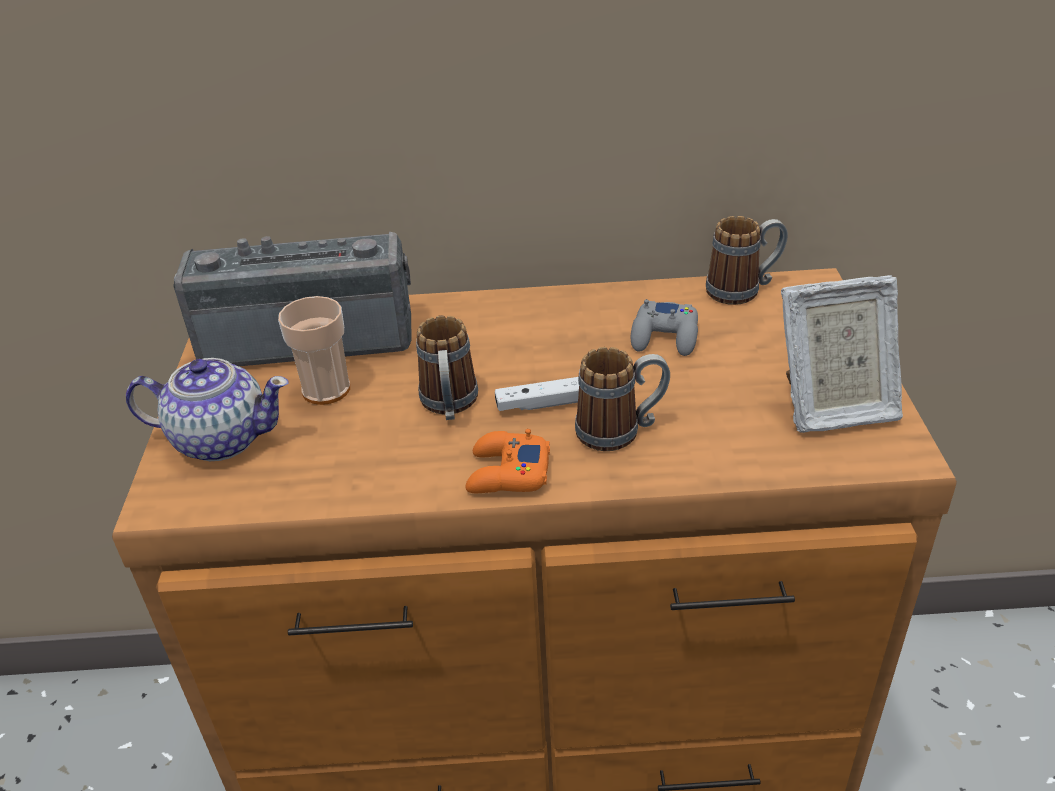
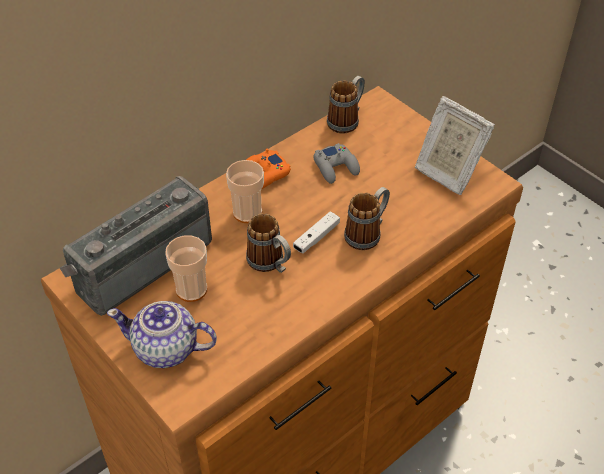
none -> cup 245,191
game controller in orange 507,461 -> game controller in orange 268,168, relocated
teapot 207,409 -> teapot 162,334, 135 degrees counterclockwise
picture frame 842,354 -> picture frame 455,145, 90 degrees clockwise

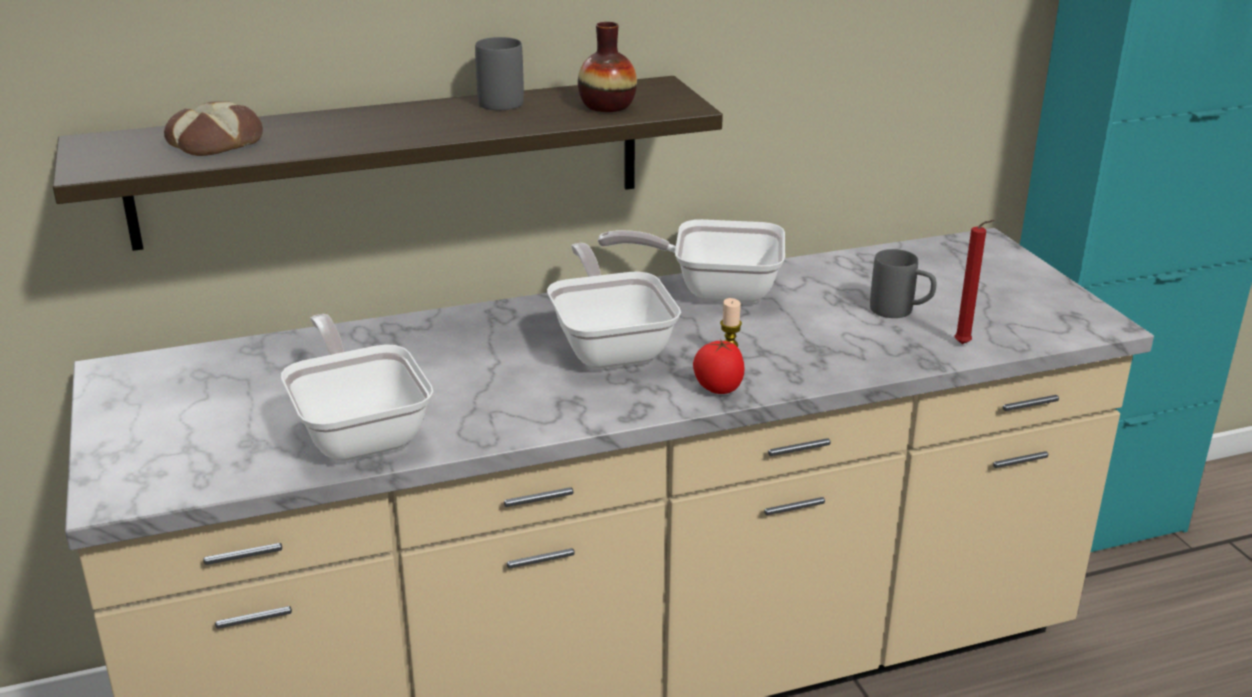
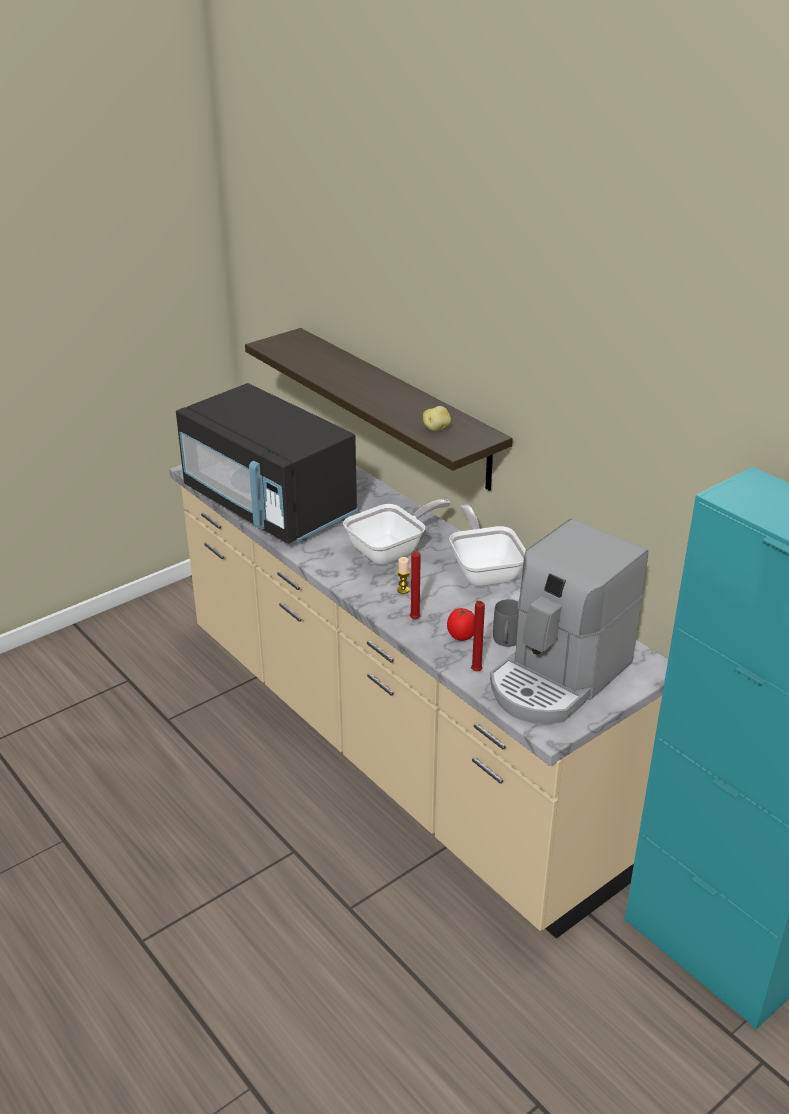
bread 213,128 -> none
mug in grey 499,73 -> none
none -> candle in red 417,582
none -> coffee machine 569,621
tomato 719,366 -> tomato 460,624, relocated
frying pan 357,387 -> microwave in black 267,463
vase 607,67 -> potato 437,418

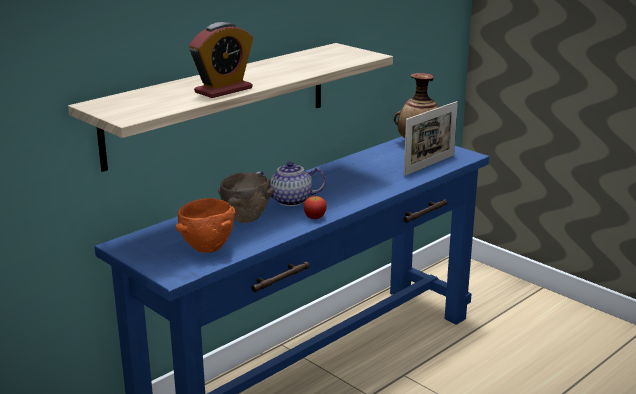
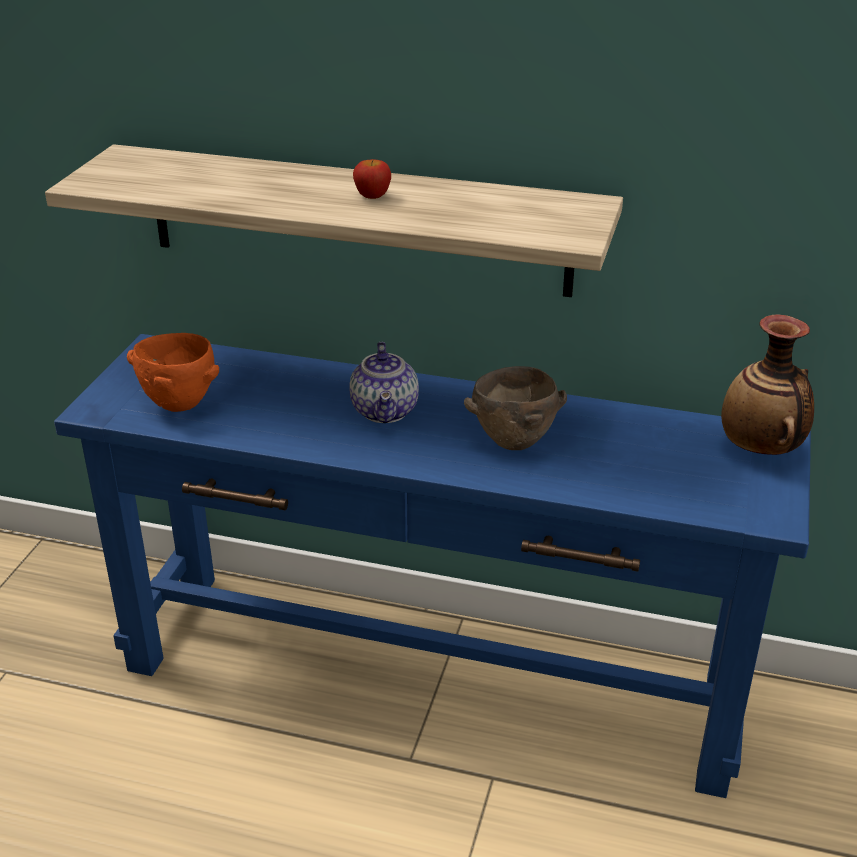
alarm clock 221,60 -> none
picture frame 431,138 -> none
bowl in brown 246,197 -> bowl in brown 515,408, relocated
apple 315,207 -> apple 372,179, relocated
teapot 291,184 -> teapot 384,382, 150 degrees counterclockwise

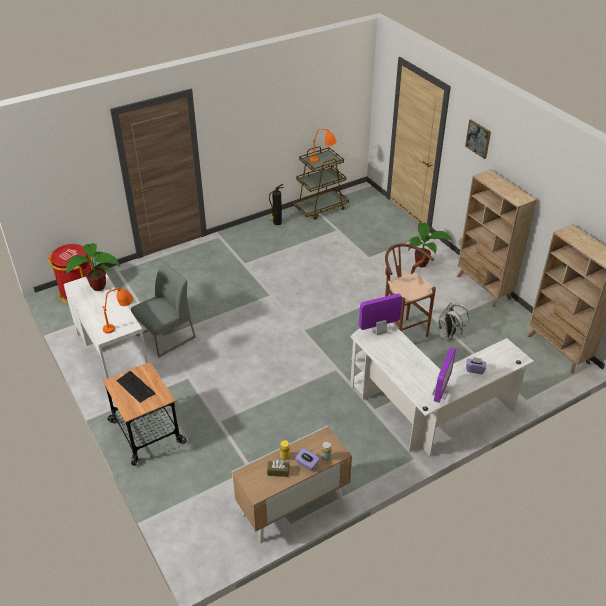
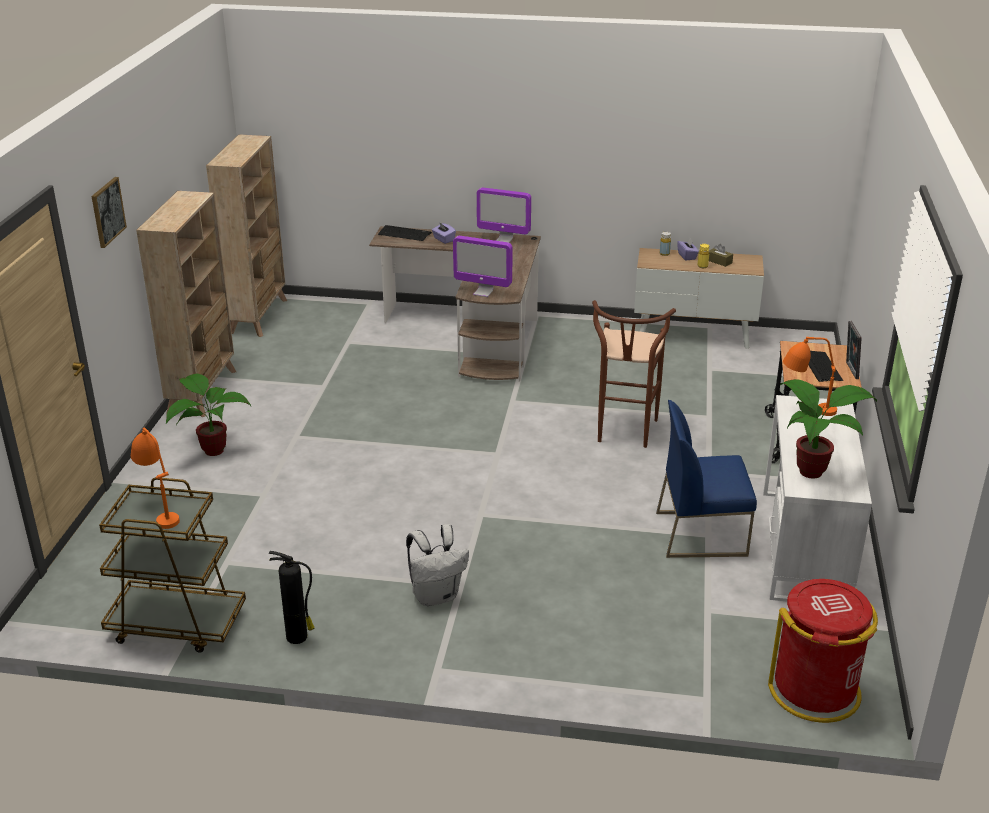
none -> keyboard 405,233
none -> picture frame 854,350
stool in brown 410,290 -> stool in brown 634,374, relocated
backpack in white 453,321 -> backpack in white 437,565, relocated
chair in grey 163,309 -> chair in blue 706,479
desk in white 442,389 -> desk in brown 455,303
monitor 444,375 -> monitor 503,215, 135 degrees counterclockwise

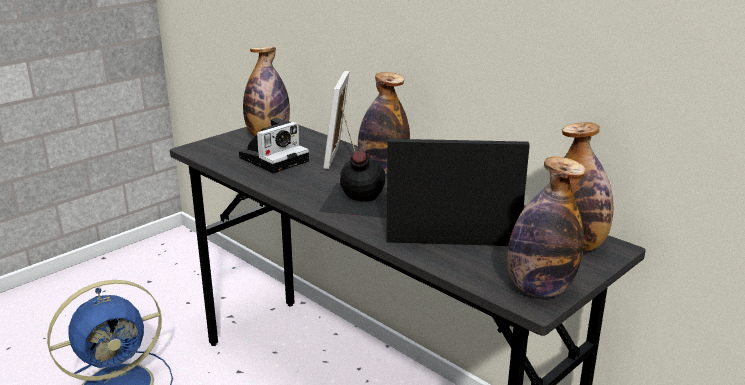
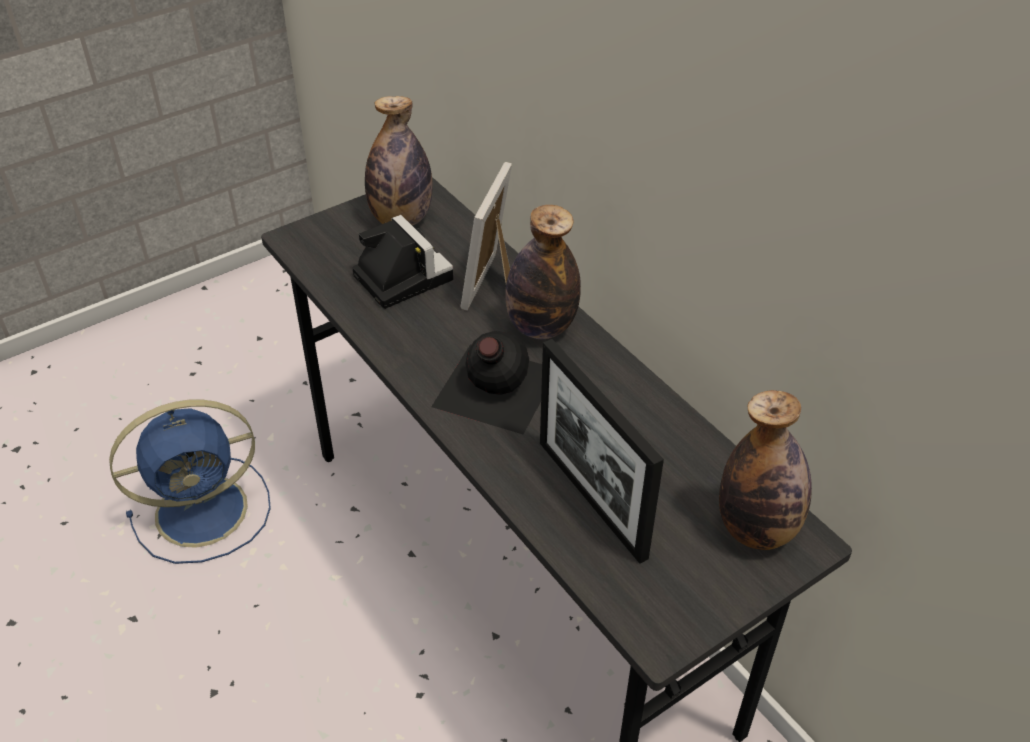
bottle 546,227 -> none
photo camera 274,146 -> photo camera 403,262, 90 degrees counterclockwise
picture frame 458,192 -> picture frame 602,451, 135 degrees counterclockwise

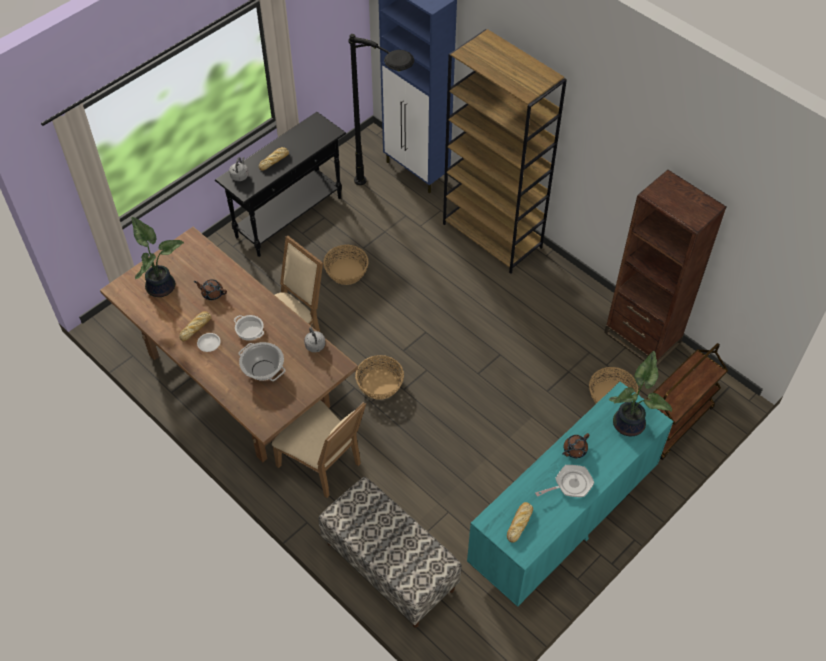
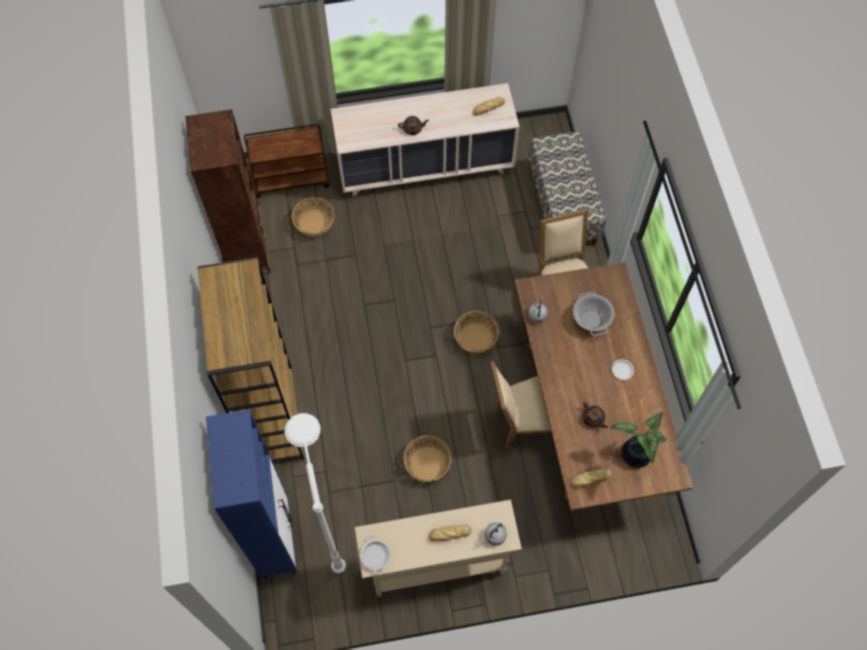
frying pan 564,481 -> none
potted plant 640,393 -> none
bread 195,326 -> bread 591,478, relocated
cooking pot 249,328 -> cooking pot 375,555, relocated
console table in black 280,184 -> console table in beige 438,548
floor lamp in black 381,109 -> floor lamp in white 315,493
dresser in turquoise 570,494 -> dresser in beige 425,139

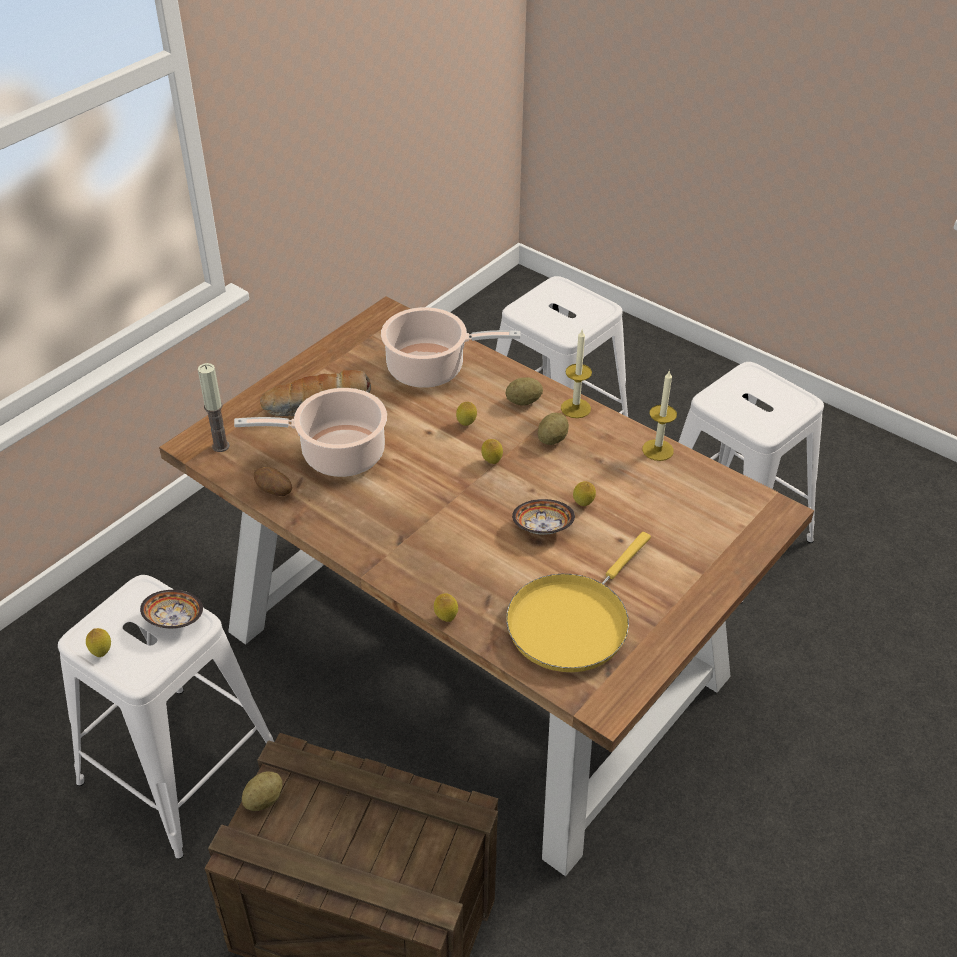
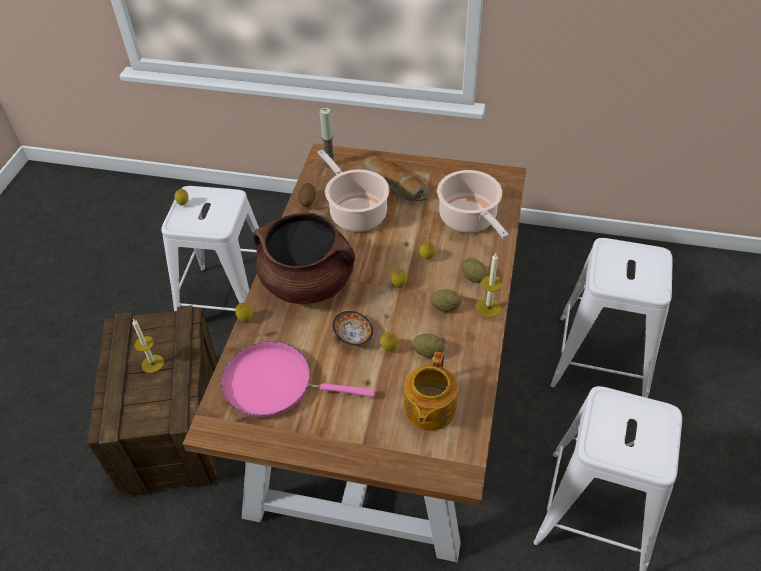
bowl 171,609 -> none
none -> cooking pot in brown 304,258
none -> teapot 431,390
potato 262,791 -> potato 428,346, relocated
candle 659,415 -> candle 148,346, relocated
frying pan in yellow 578,602 -> frying pan in pink 298,379

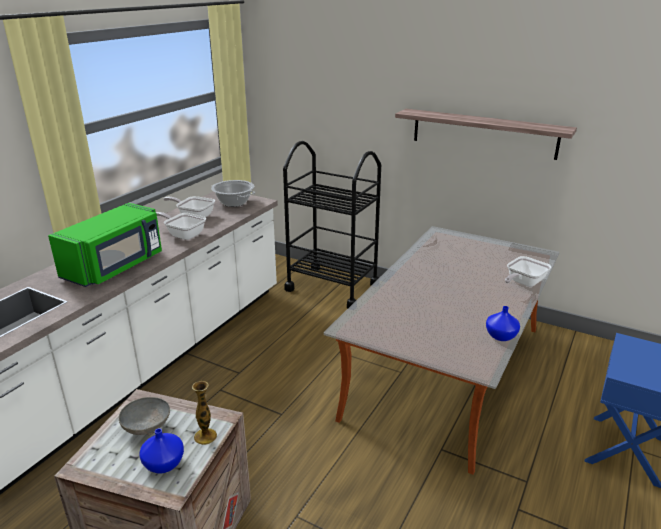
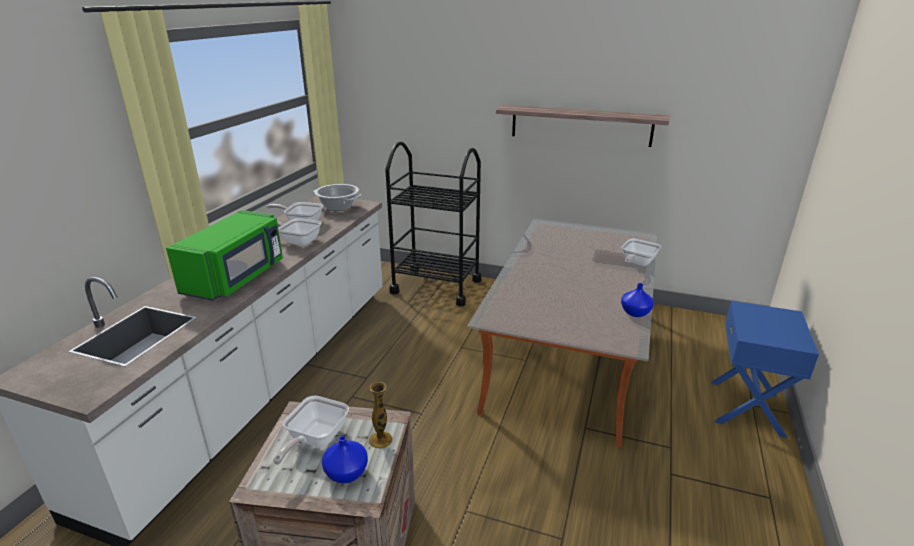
bowl in grey 144,416 -> frying pan 311,430

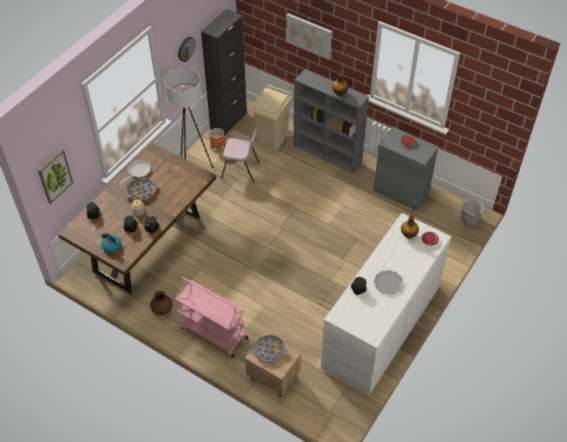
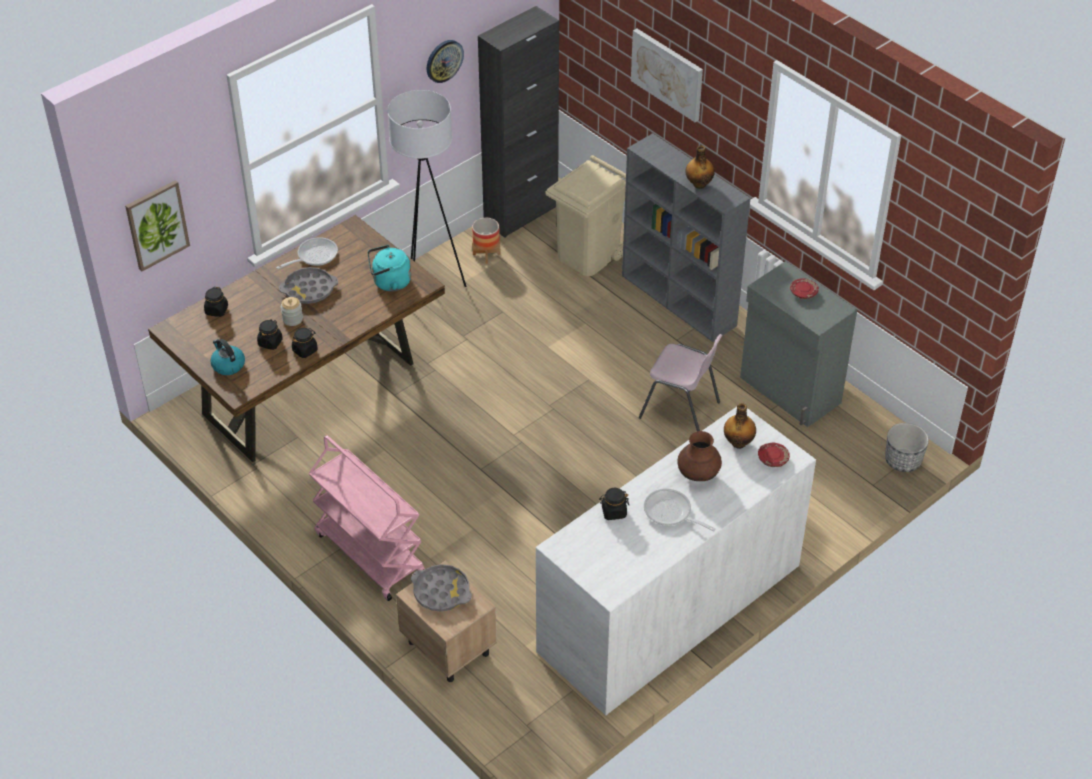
none -> kettle in turquoise 389,268
vase in brown 161,303 -> vase in brown 700,456, relocated
chair in pink 240,156 -> chair in pink 681,382, relocated
plate 389,282 -> frying pan 680,510

